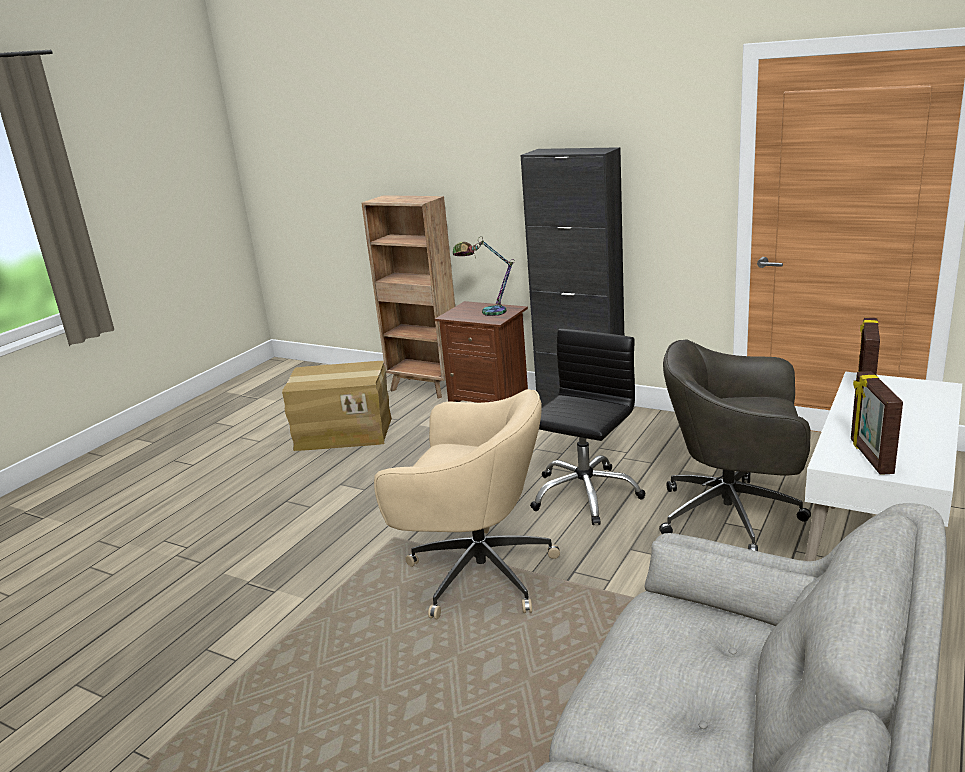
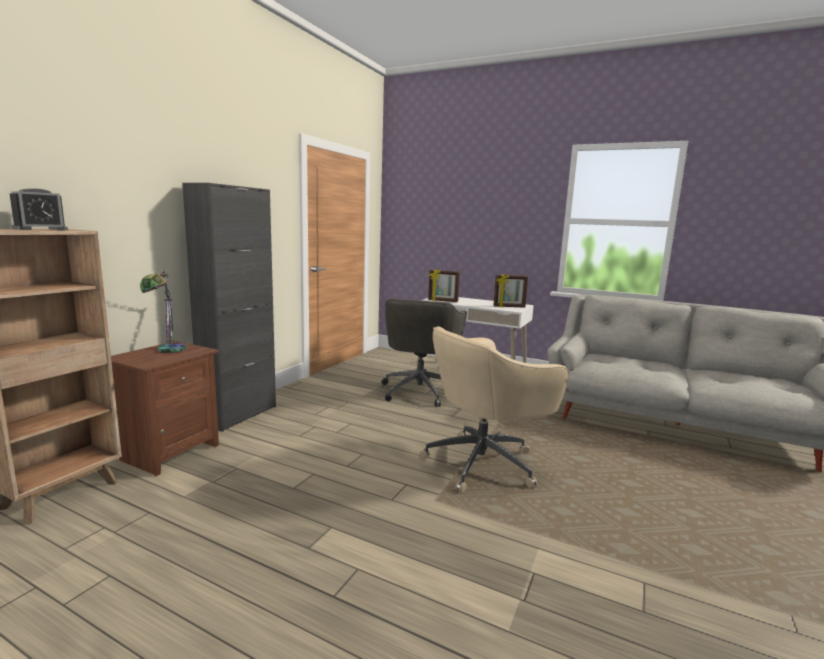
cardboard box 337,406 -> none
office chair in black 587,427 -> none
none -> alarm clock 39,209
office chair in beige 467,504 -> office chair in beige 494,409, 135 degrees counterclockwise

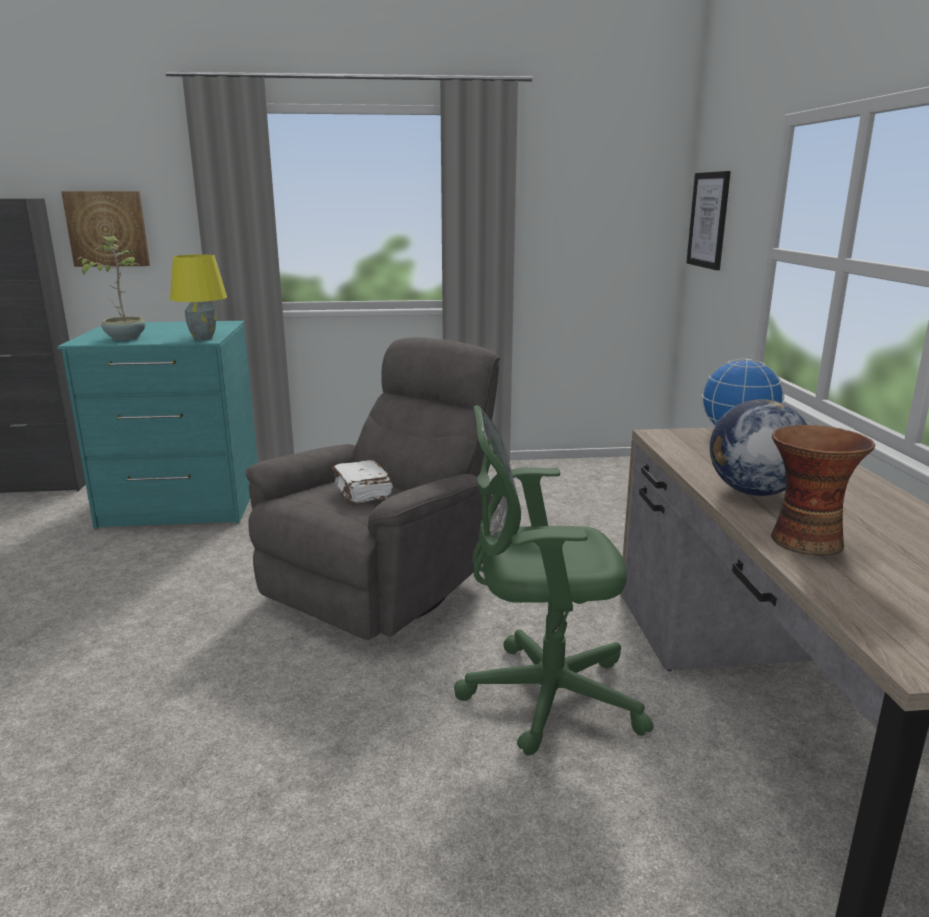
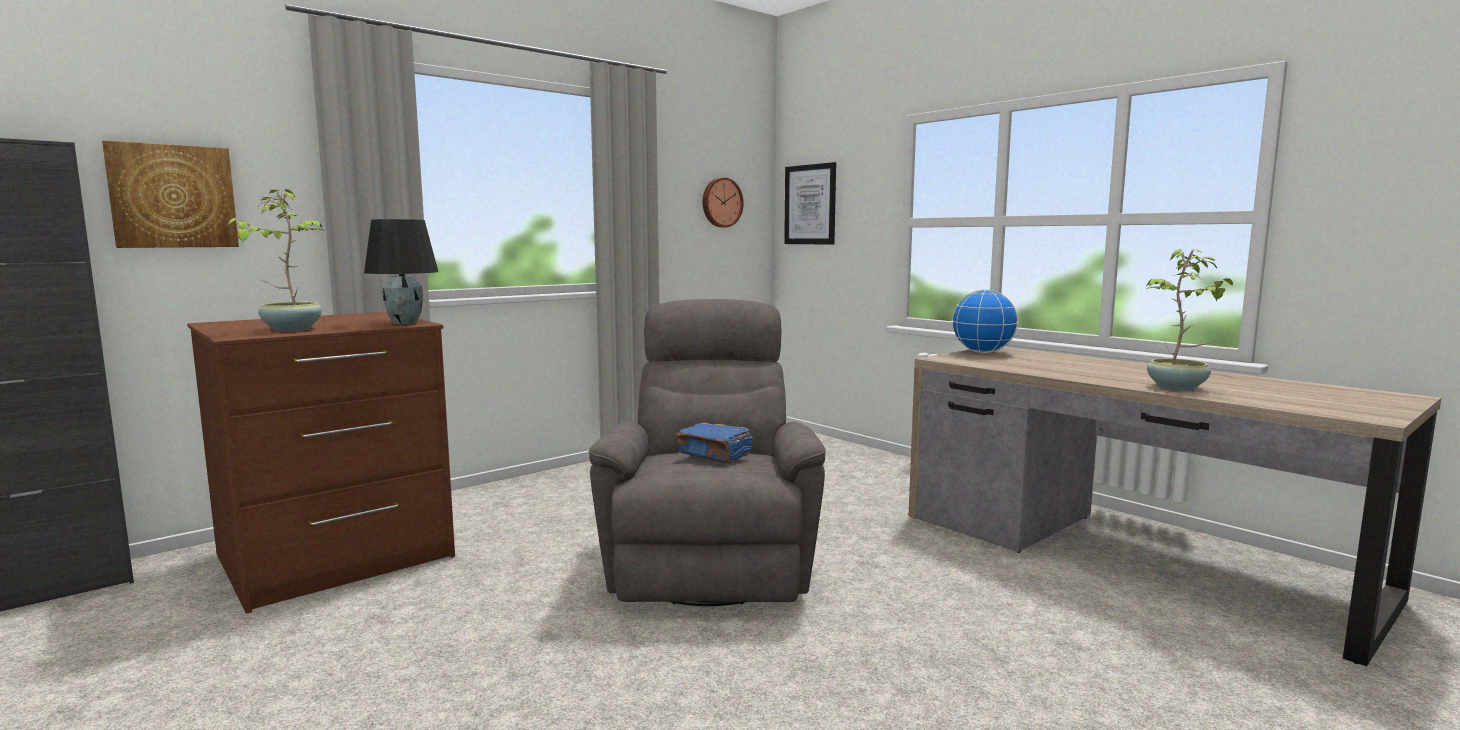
office chair in green 553,580 -> none
globe 758,447 -> none
none -> wall clock 723,202
vase 823,490 -> potted plant 1189,319
dresser in turquoise 157,425 -> dresser in brown 321,463
table lamp in yellow 198,297 -> table lamp in black 401,271
book in white 362,482 -> book in blue 714,443

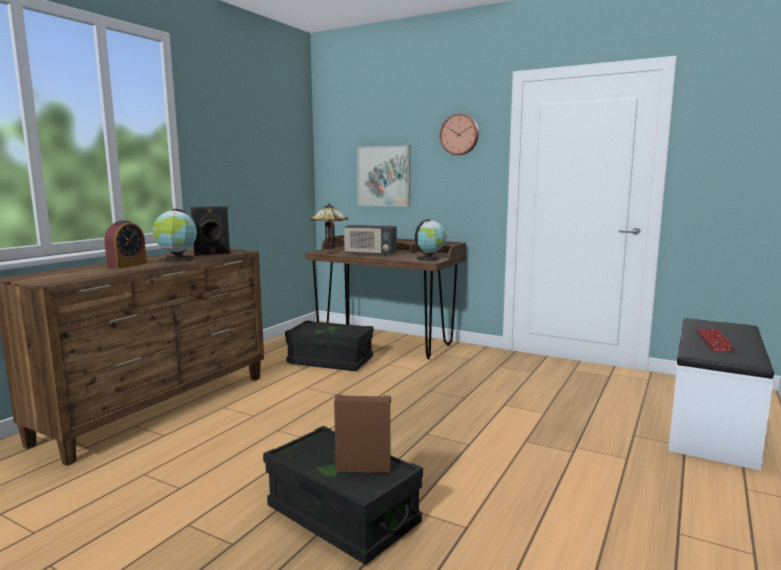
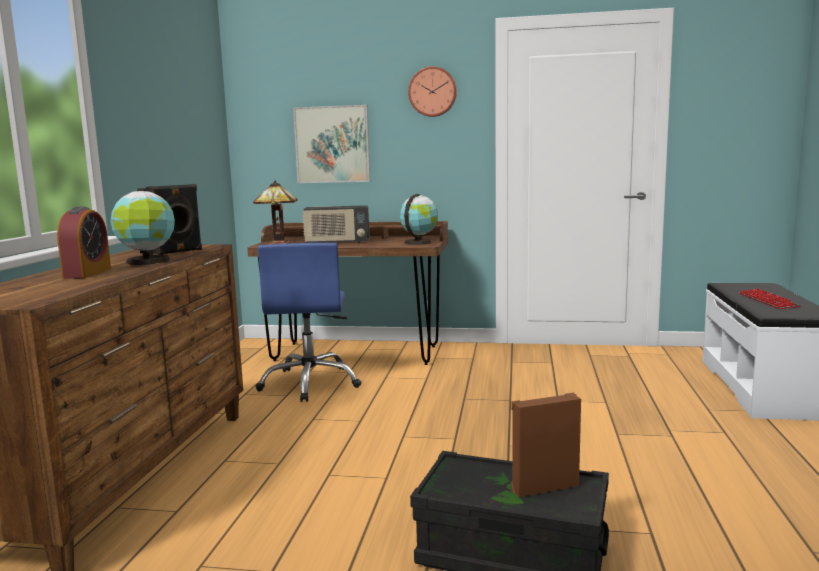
storage box in black 329,345 -> office chair in blue 308,322

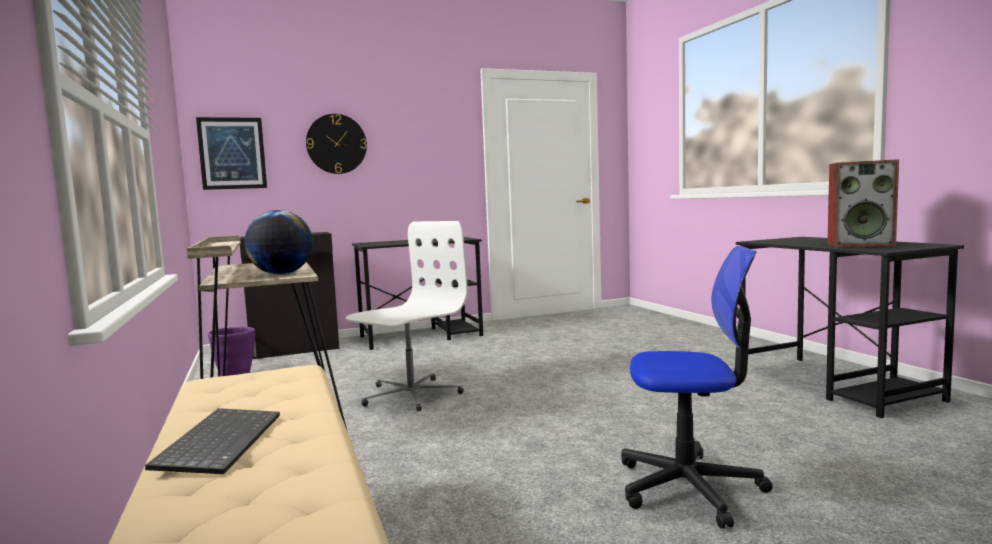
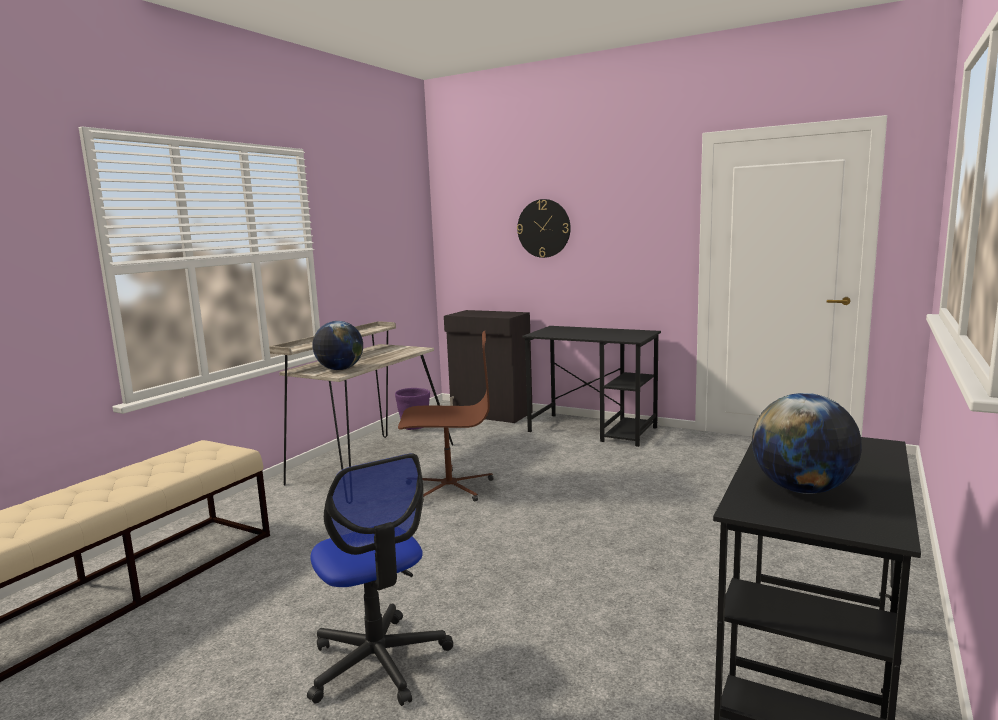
keyboard 212,441 -> none
picture 231,153 -> none
speaker 863,203 -> globe 807,443
office chair in white 407,316 -> office chair in brown 446,416

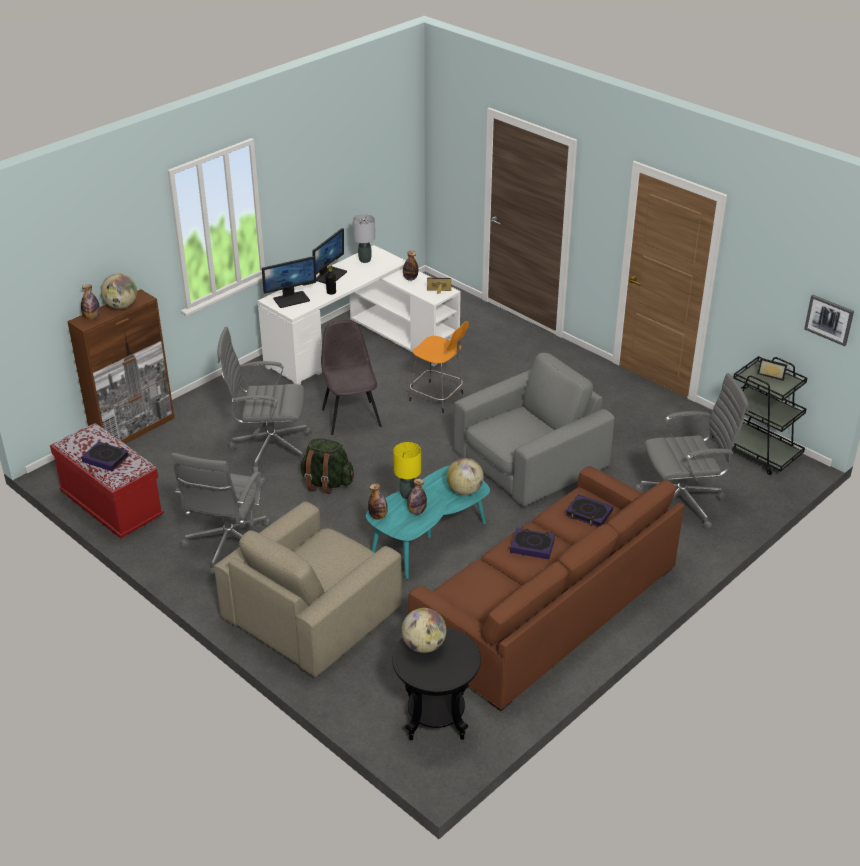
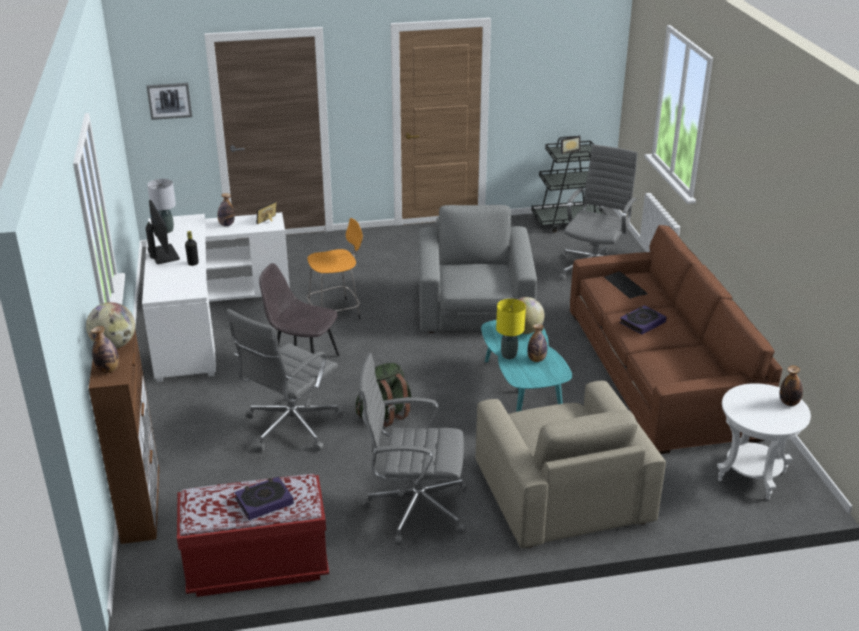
monitor 289,282 -> none
globe 424,630 -> none
bottle 378,501 -> bottle 791,385, relocated
picture 829,320 -> picture 169,101, relocated
book 589,510 -> keyboard 625,285
side table in black 436,683 -> side table in white 764,441
office chair in grey 221,514 -> office chair in grey 413,449, 135 degrees clockwise

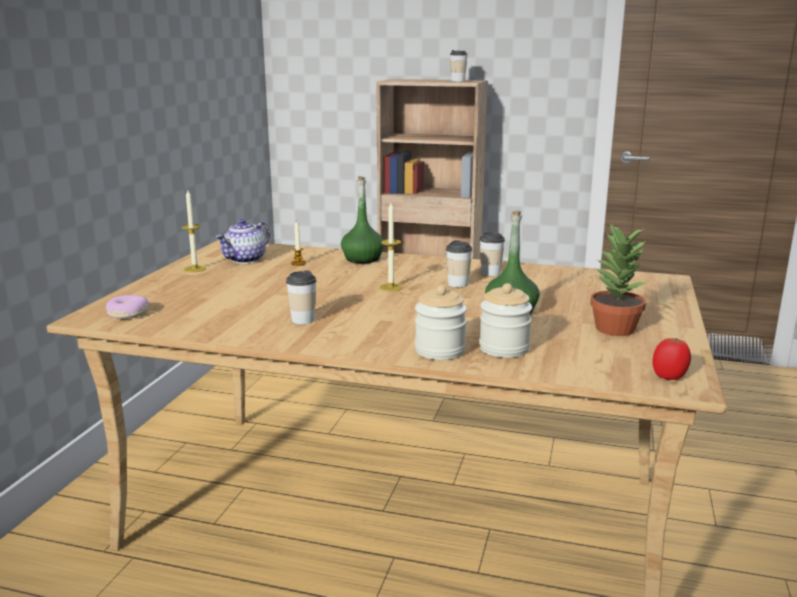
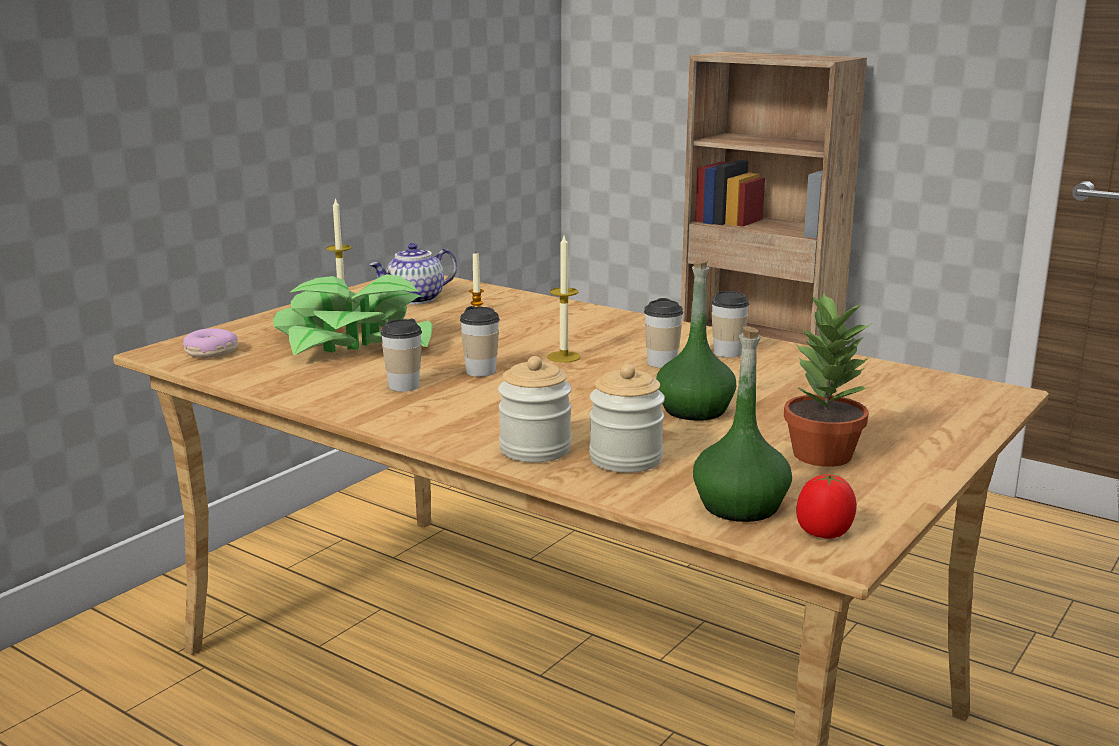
none -> potted plant 353,315
bottle in green 362,219 -> bottle in green 742,424, relocated
cup 458,66 -> cup 480,341, relocated

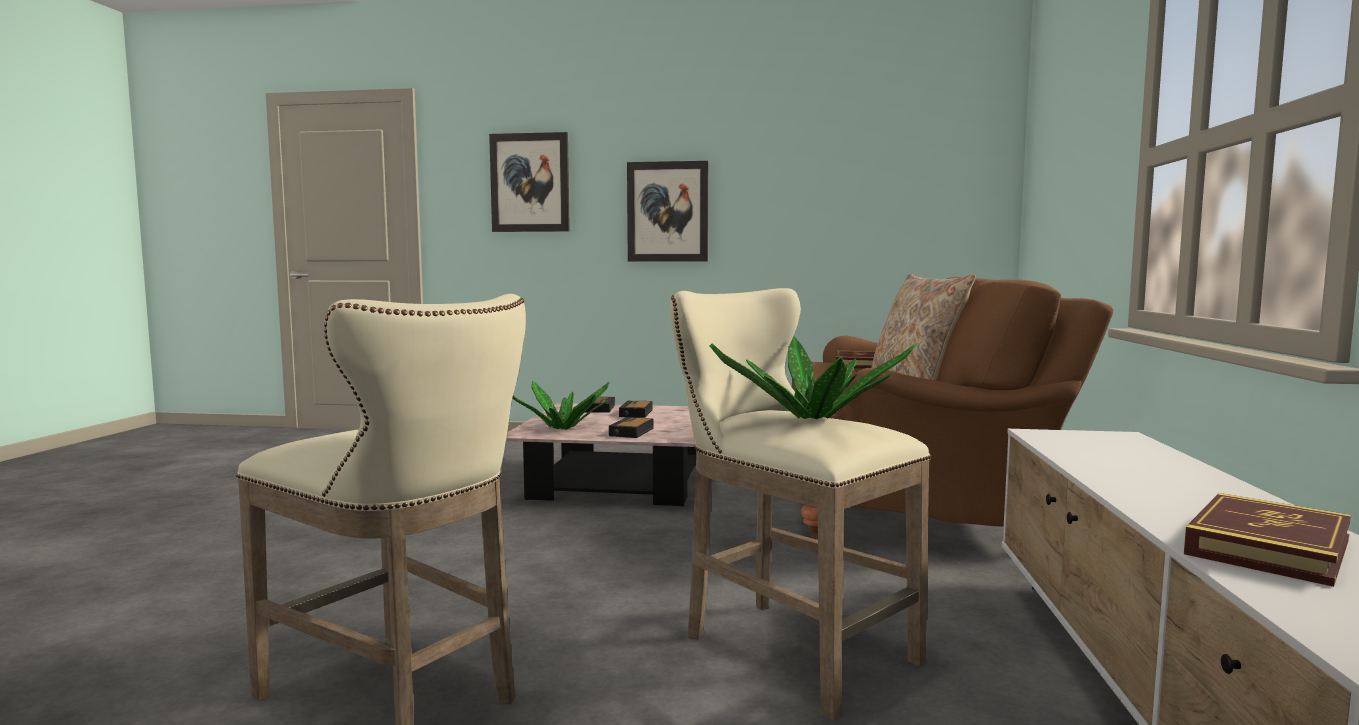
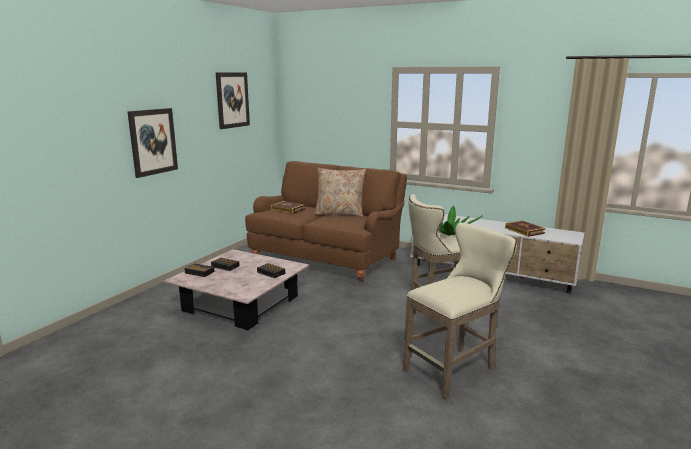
potted plant 561,405 -> none
picture 529,182 -> picture 233,100, relocated

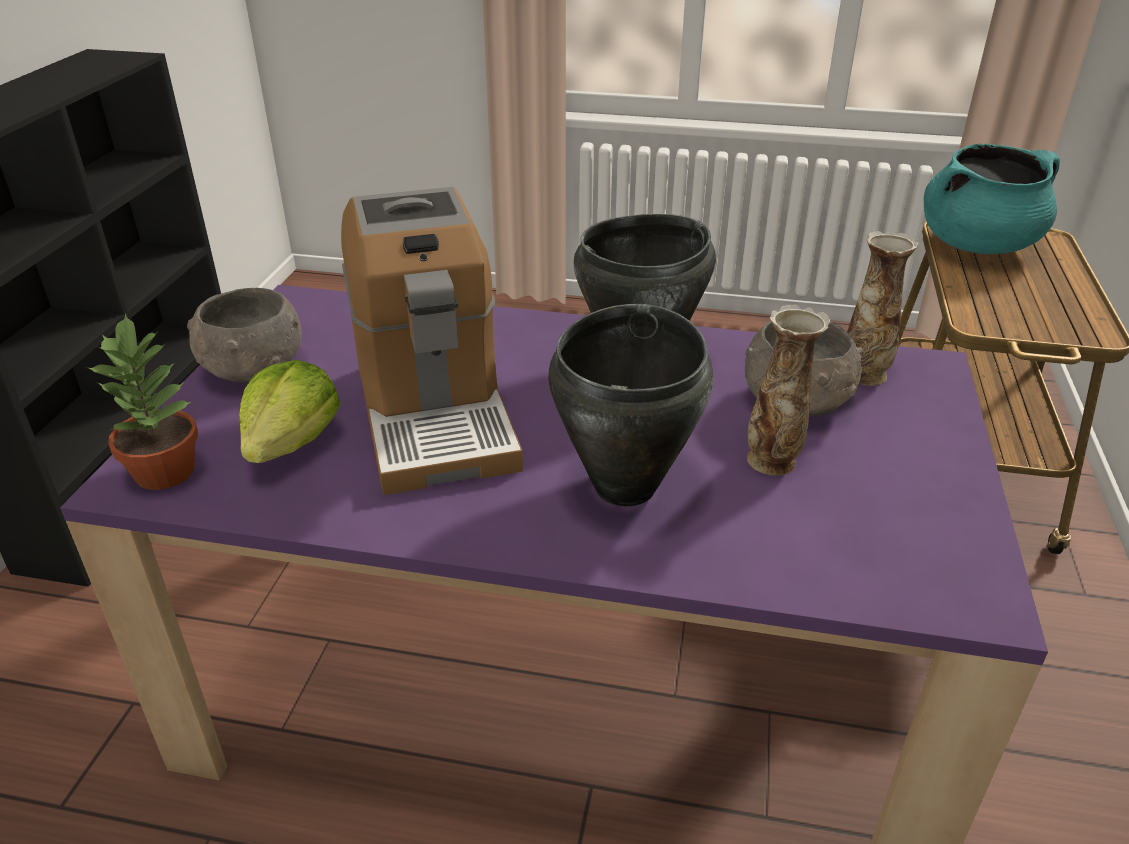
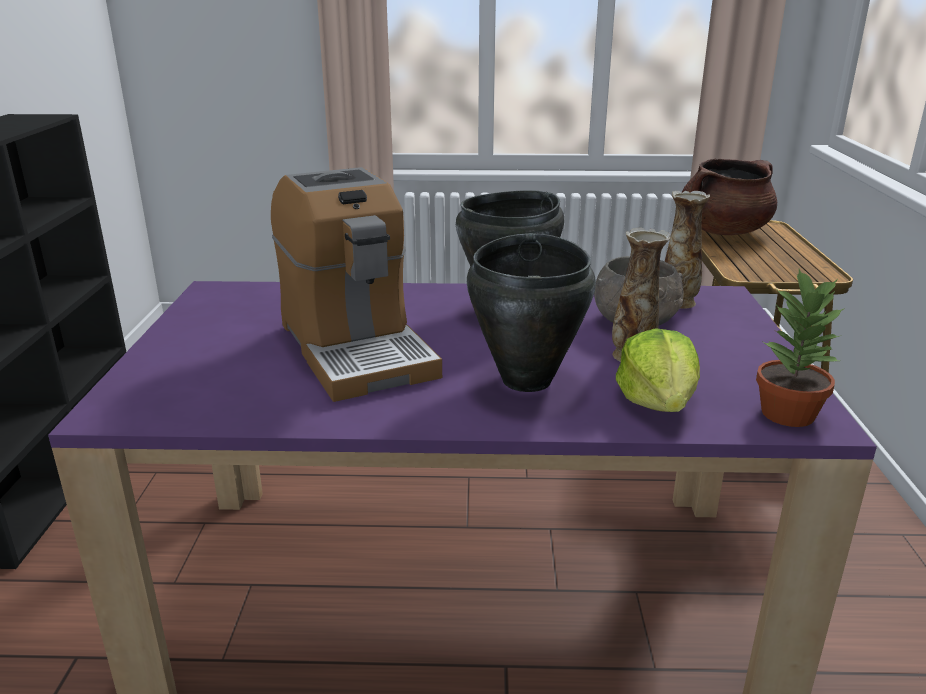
bowl in grey 244,335 -> none
potted plant 142,401 -> potted plant 800,348, relocated
lettuce 290,411 -> lettuce 658,370, relocated
cooking pot in turquoise 992,199 -> cooking pot in brown 729,197

